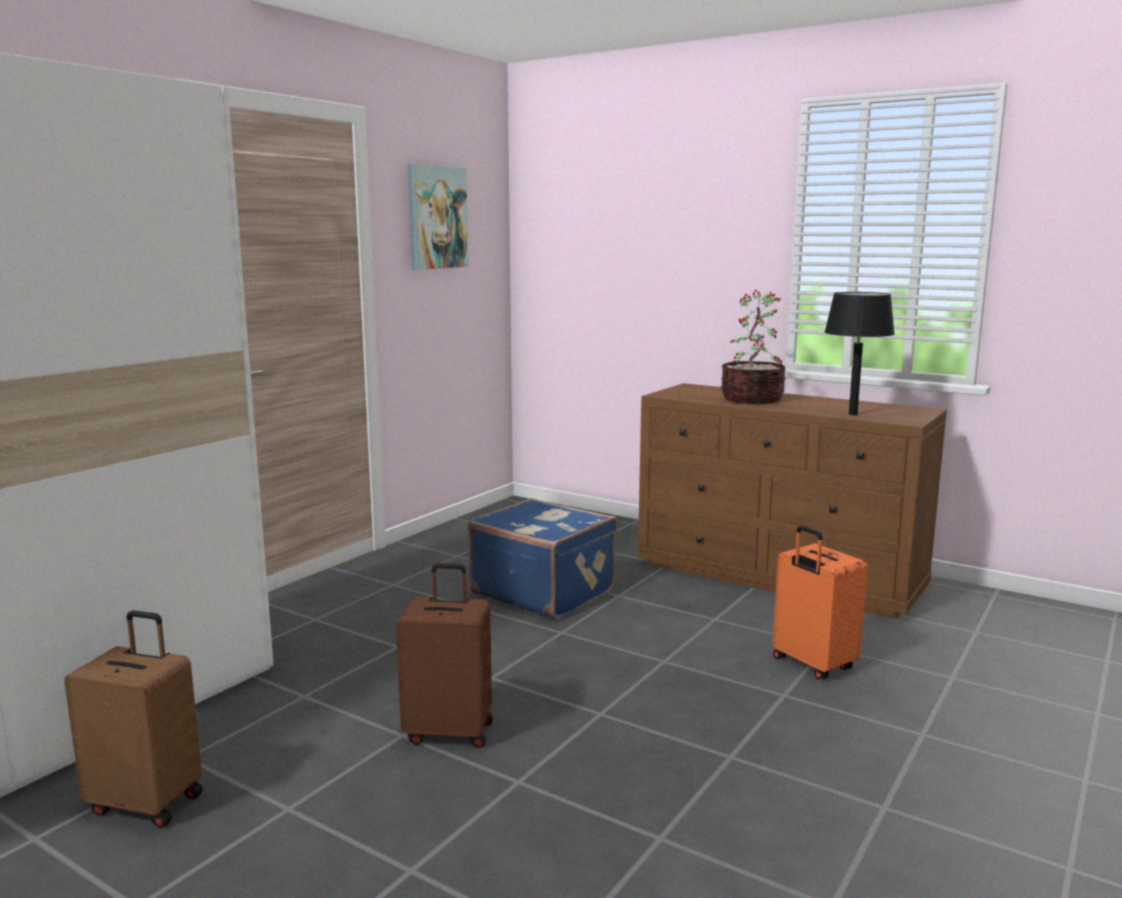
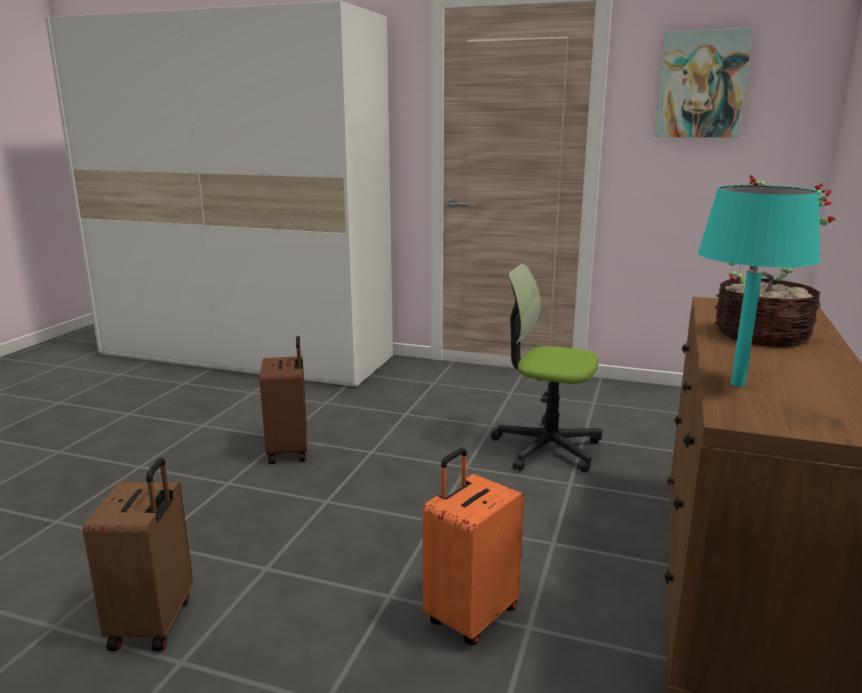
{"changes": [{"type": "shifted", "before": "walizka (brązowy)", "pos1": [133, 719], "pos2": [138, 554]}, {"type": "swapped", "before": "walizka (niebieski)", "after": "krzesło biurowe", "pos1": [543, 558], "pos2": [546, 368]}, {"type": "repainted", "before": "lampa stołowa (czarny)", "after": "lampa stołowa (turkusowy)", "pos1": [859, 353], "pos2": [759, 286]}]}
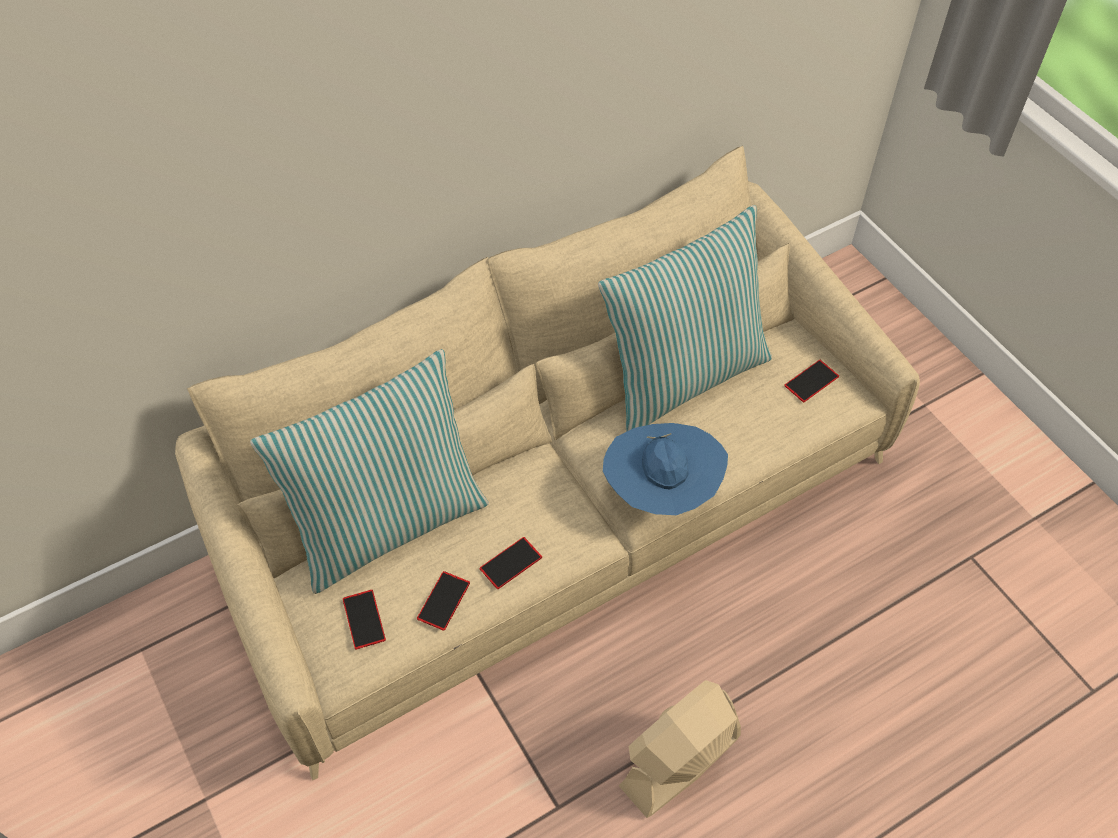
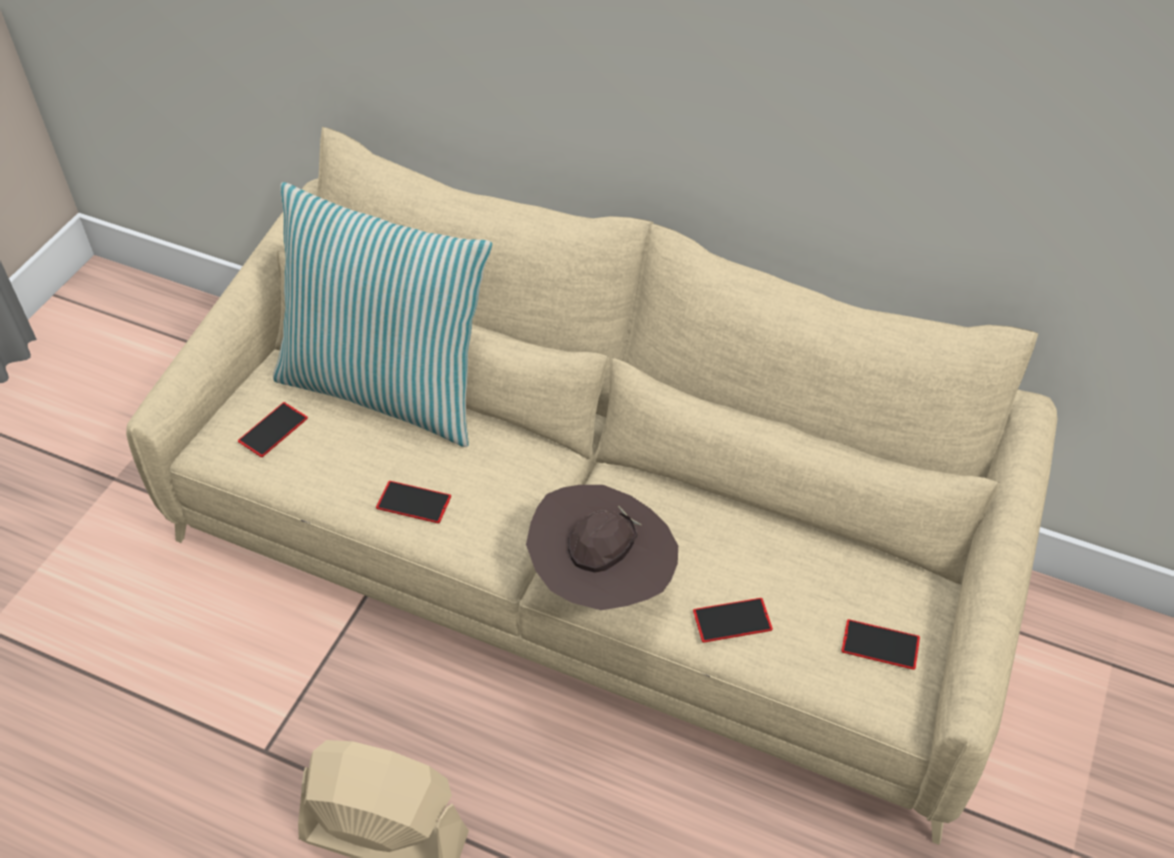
{"changes": [{"type": "gone", "before": "poduszka", "pos1": [685, 318]}, {"type": "shifted", "before": "telefon", "pos1": [443, 601], "pos2": [733, 620]}, {"type": "repainted", "before": "kapelusz (niebieski)", "after": "kapelusz (brązowy)", "pos1": [665, 469], "pos2": [602, 547]}]}
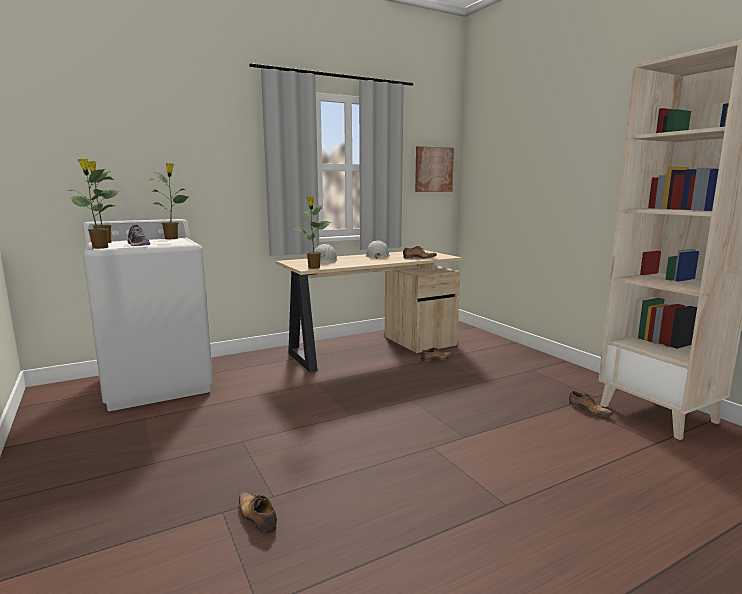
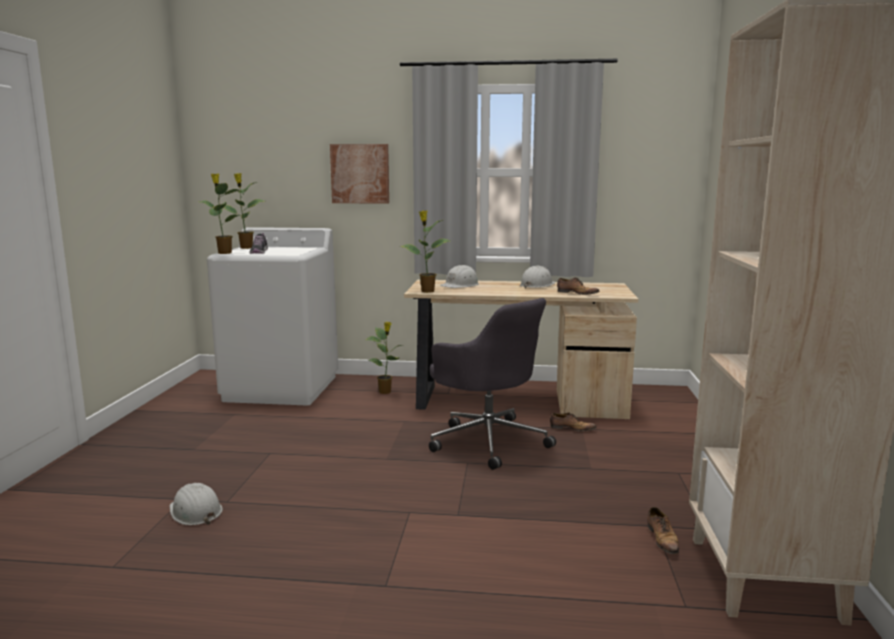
{"changes": [{"type": "new", "after": "krzesło biurowe (szary)", "pos2": [492, 384]}, {"type": "shifted", "before": "roślina doniczkowa", "pos1": [168, 201], "pos2": [384, 358]}, {"type": "shifted", "before": "obraz", "pos1": [434, 169], "pos2": [359, 174]}, {"type": "swapped", "before": "but", "after": "kask (biały)", "pos1": [258, 513], "pos2": [196, 504]}]}
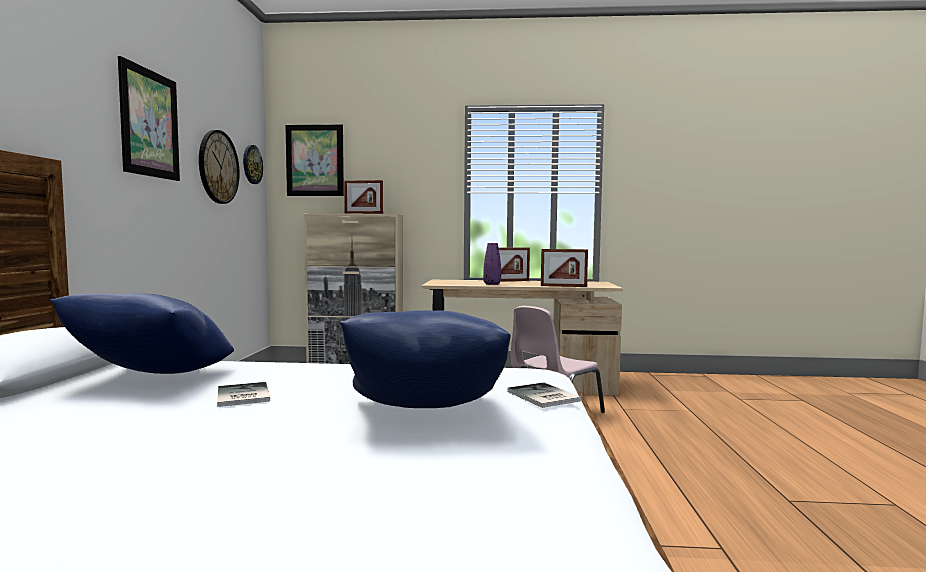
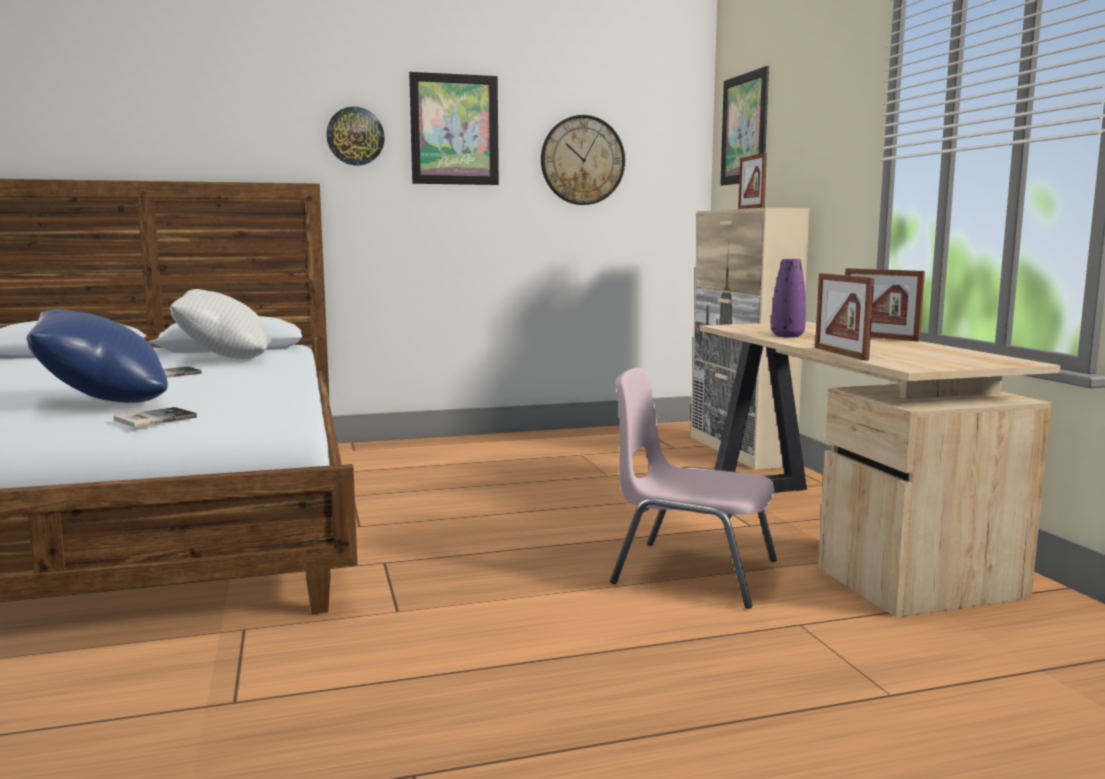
{"changes": [{"type": "shifted", "before": "zegar ścienny", "pos1": [253, 164], "pos2": [355, 136]}, {"type": "repainted", "before": "poduszka (niebieski)", "after": "poduszka (biały)", "pos1": [142, 333], "pos2": [221, 324]}]}
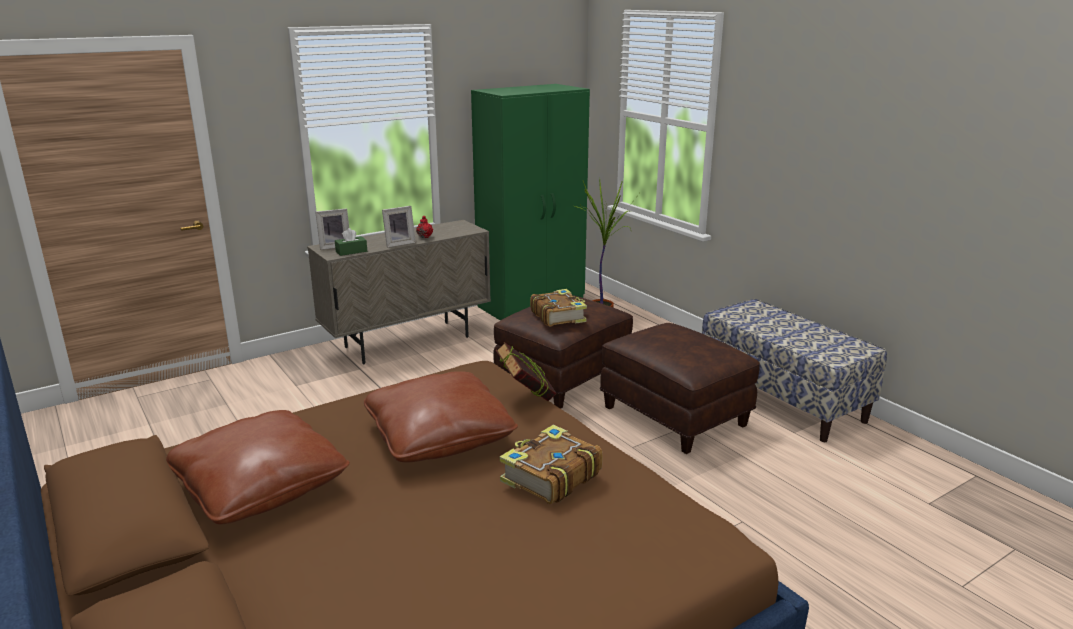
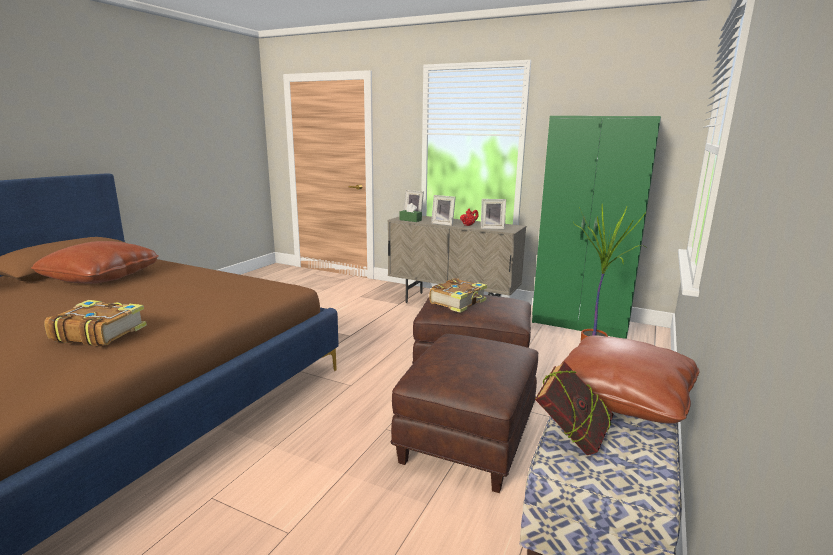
{"changes": [{"type": "new", "after": "ramka na zdjęcie", "pos2": [493, 214]}, {"type": "shifted", "before": "poduszka (brązowy)", "pos1": [441, 416], "pos2": [629, 379]}, {"type": "shifted", "before": "książka", "pos1": [526, 371], "pos2": [574, 408]}]}
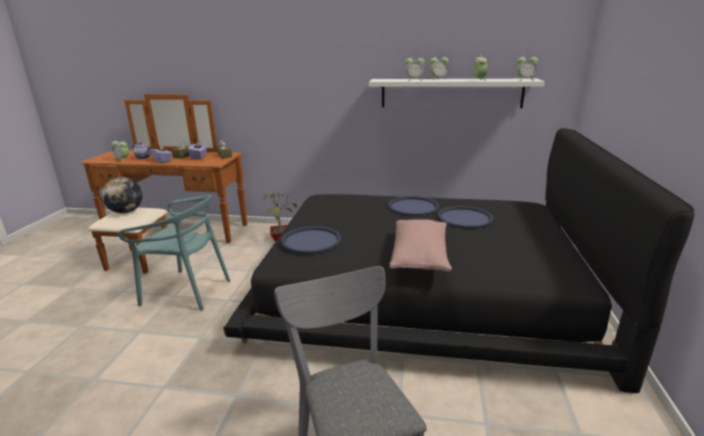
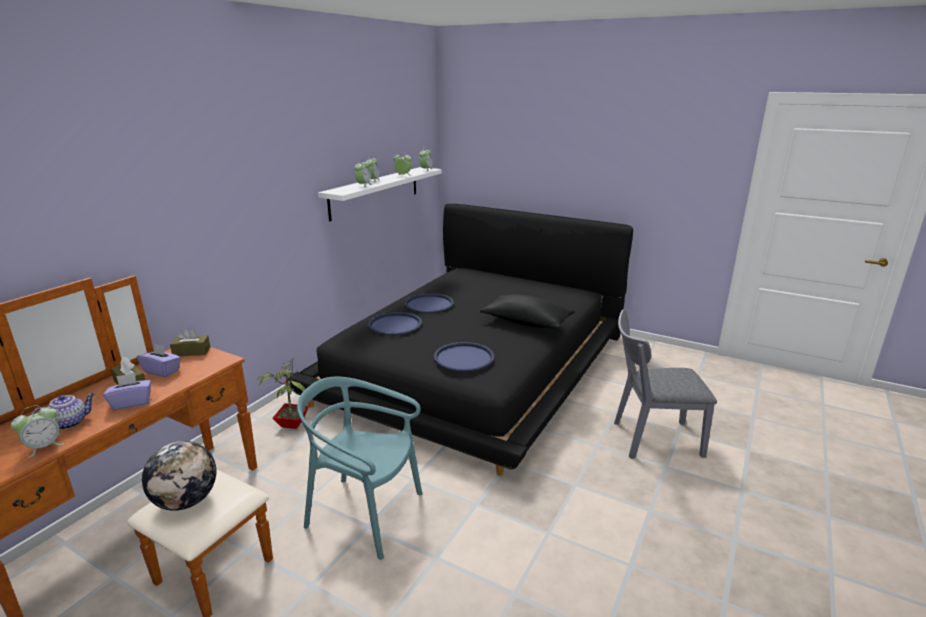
{"changes": [{"type": "shifted", "before": "taca (niebieski)", "pos1": [465, 217], "pos2": [395, 324]}, {"type": "repainted", "before": "poduszka (różowy)", "after": "poduszka (czarny)", "pos1": [421, 245], "pos2": [527, 311]}, {"type": "rotated", "before": "krzesło (turkusowy)", "pos1": [174, 252], "pos2": [360, 468], "turn": -105}]}
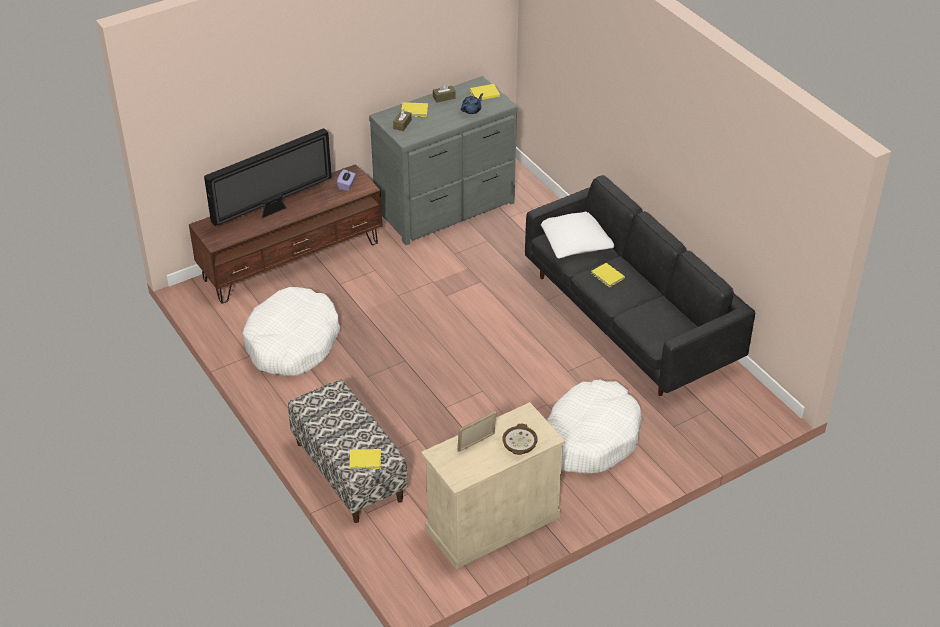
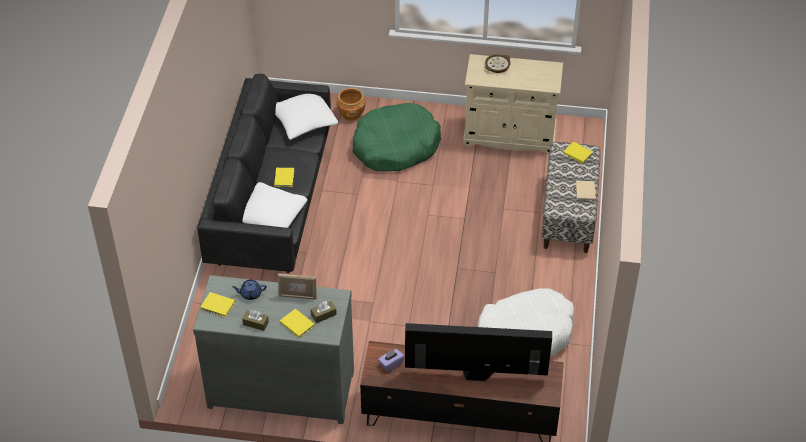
{"changes": [{"type": "new", "after": "poduszka (biały)", "pos2": [306, 117]}, {"type": "new", "after": "donica (brązowy)", "pos2": [351, 104]}, {"type": "new", "after": "książka (beżowy)", "pos2": [586, 191]}, {"type": "shifted", "before": "ramka na zdjęcie", "pos1": [476, 431], "pos2": [297, 286]}, {"type": "repainted", "before": "legowisko (biały)", "after": "legowisko (zielony)", "pos1": [594, 427], "pos2": [397, 137]}]}
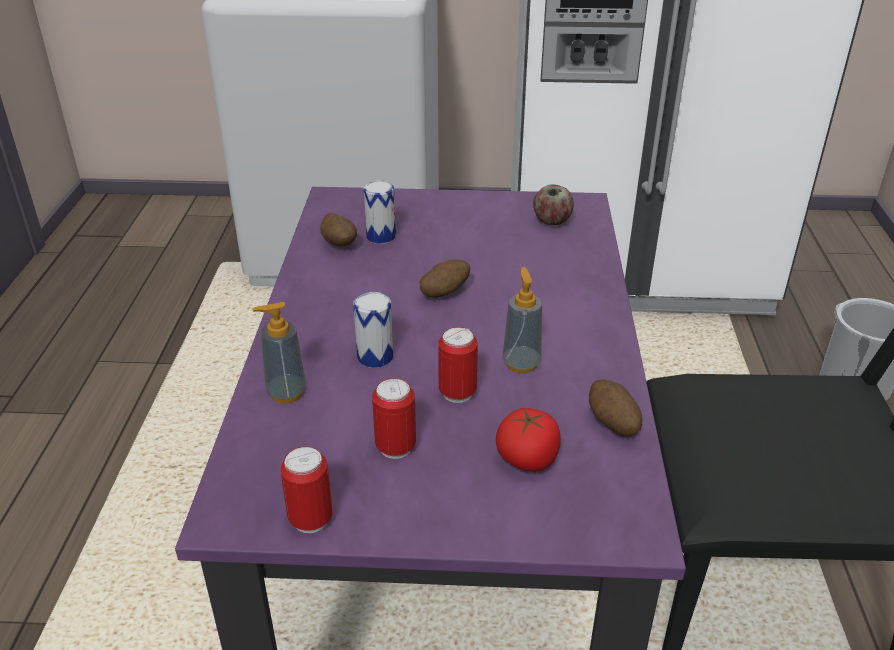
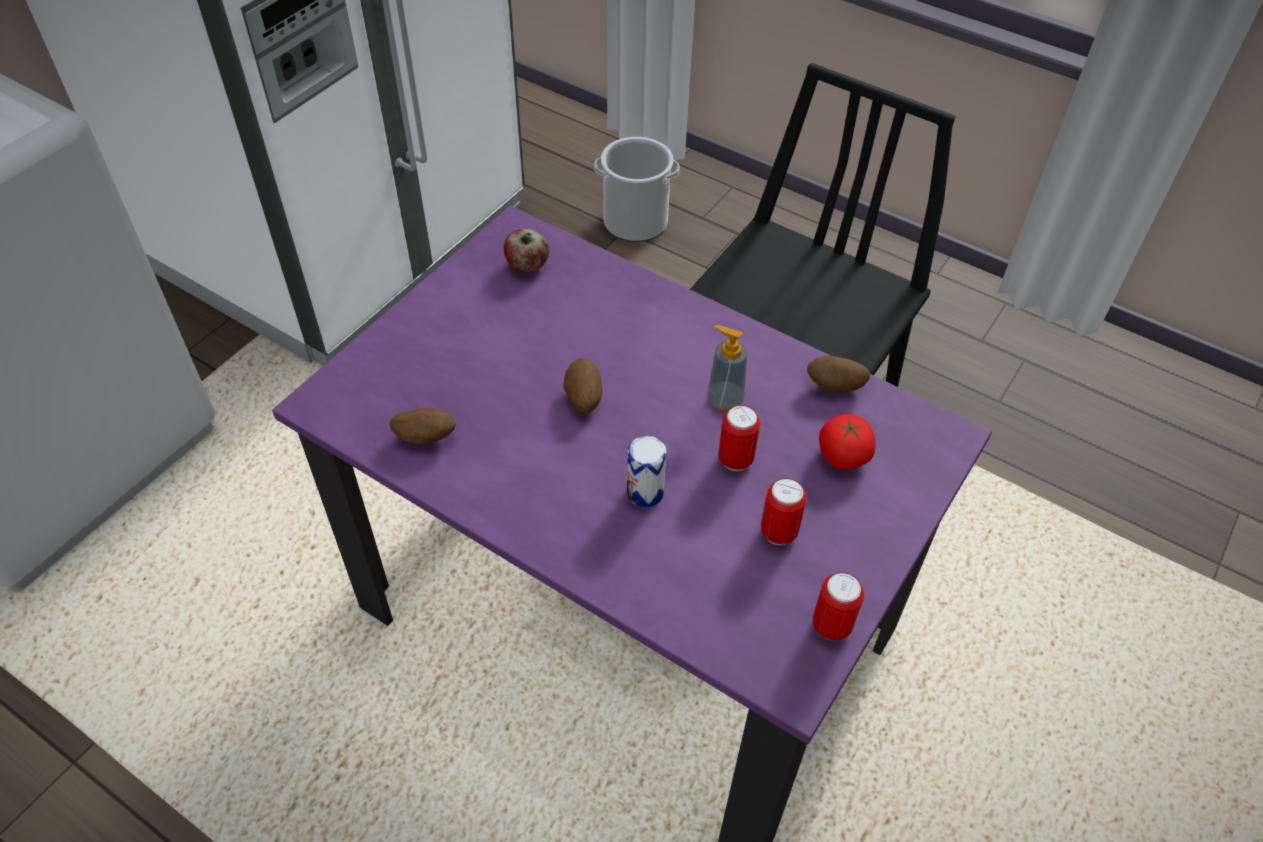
{"changes": [{"type": "gone", "before": "dozownik mydła", "pos1": [279, 352]}, {"type": "gone", "before": "puszka", "pos1": [380, 212]}]}
